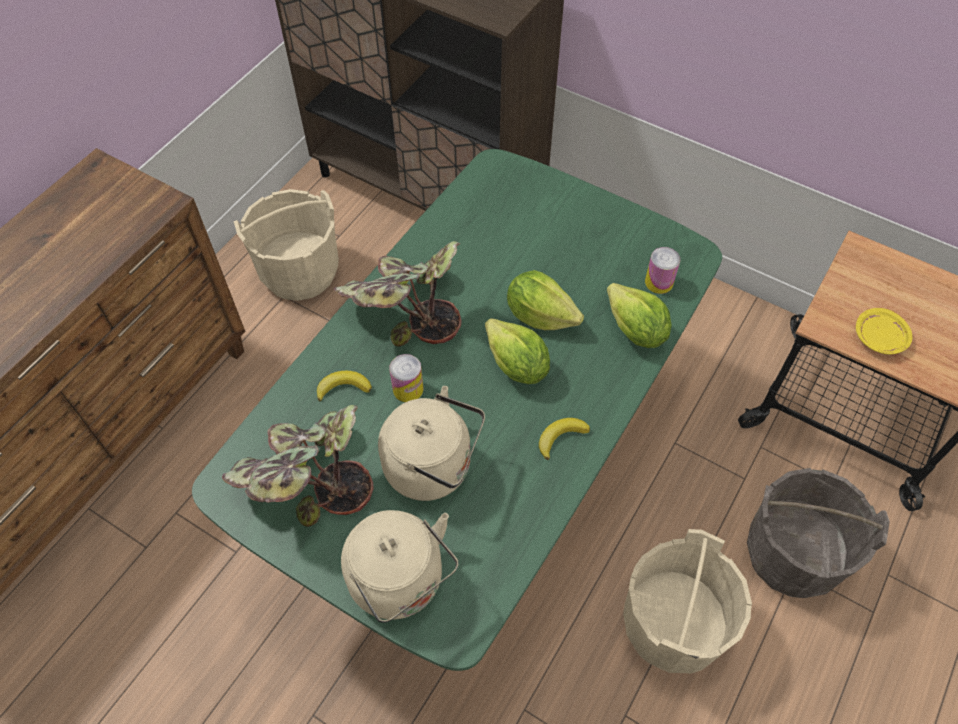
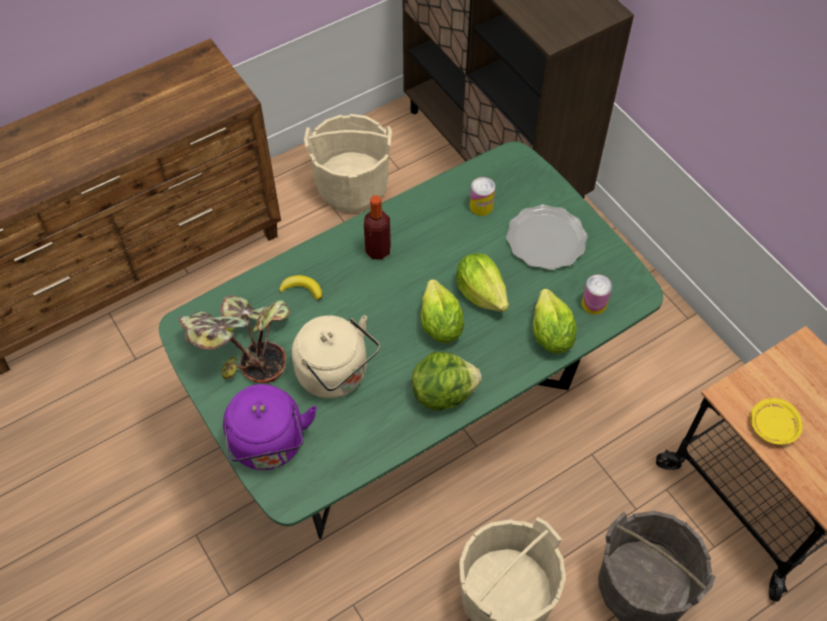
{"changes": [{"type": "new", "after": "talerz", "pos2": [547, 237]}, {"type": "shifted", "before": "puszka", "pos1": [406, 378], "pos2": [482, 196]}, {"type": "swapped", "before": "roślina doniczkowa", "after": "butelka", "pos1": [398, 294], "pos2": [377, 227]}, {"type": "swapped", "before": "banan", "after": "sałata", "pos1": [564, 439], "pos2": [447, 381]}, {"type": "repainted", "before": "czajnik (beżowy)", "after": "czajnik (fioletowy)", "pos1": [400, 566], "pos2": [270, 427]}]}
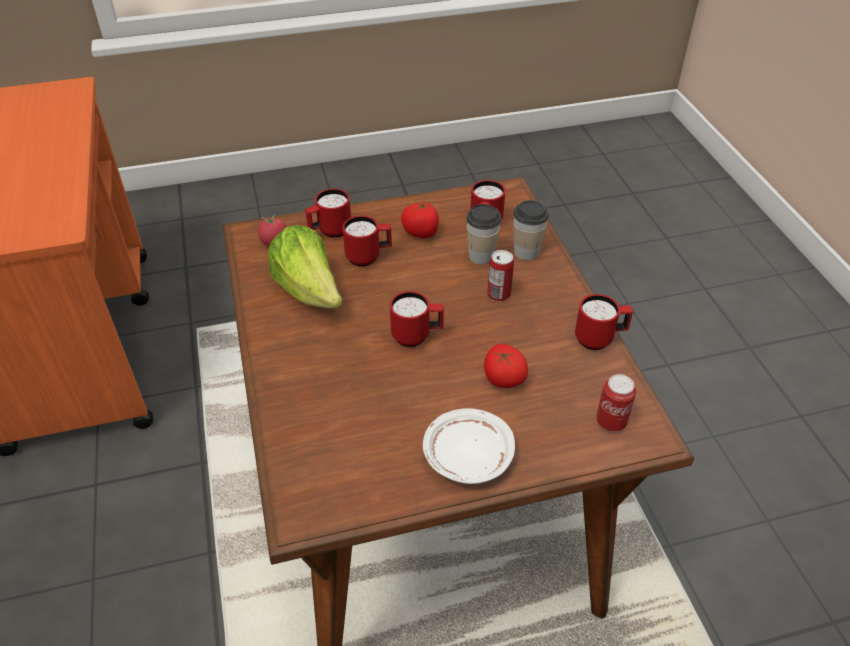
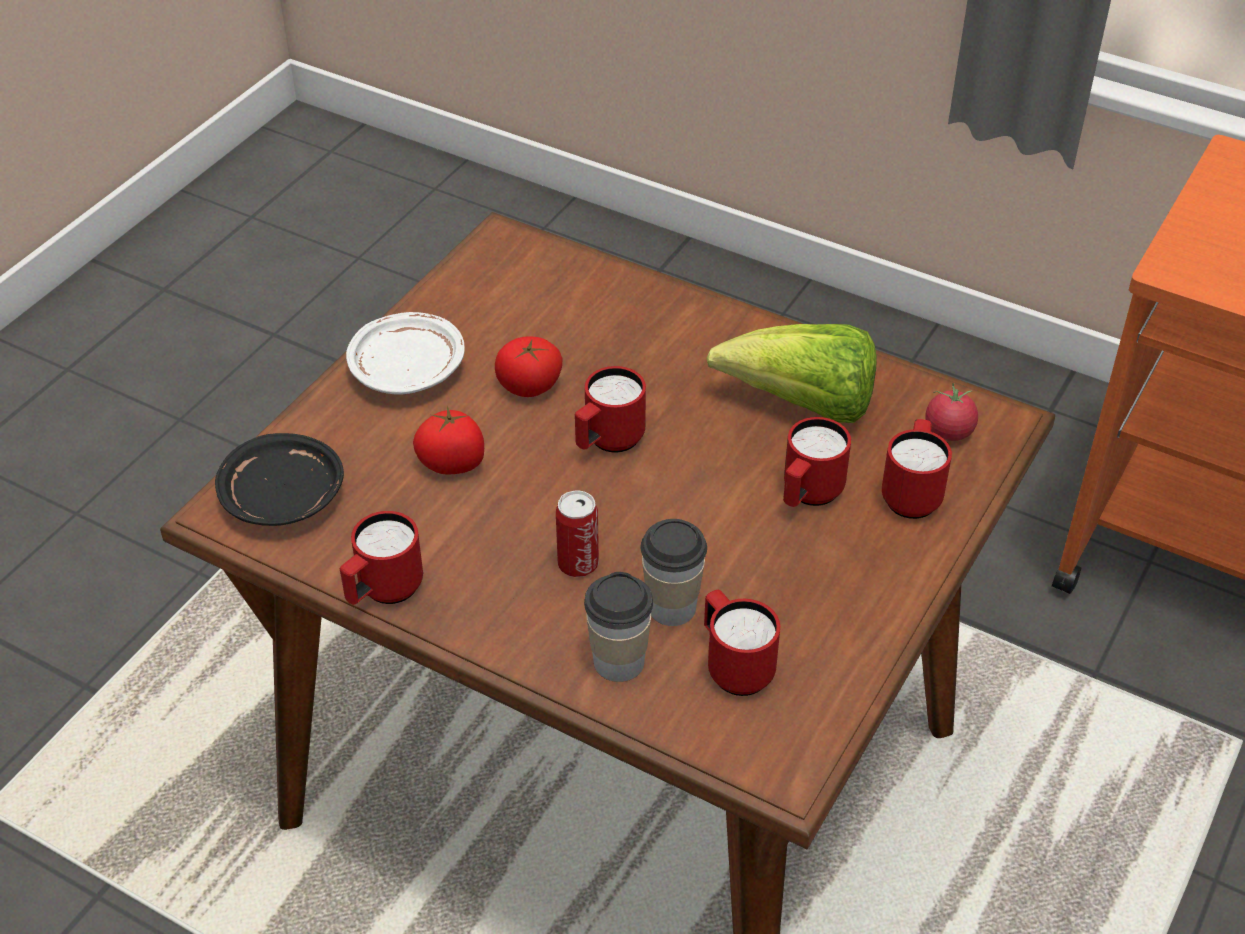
{"changes": [{"type": "shifted", "before": "pomidor", "pos1": [420, 219], "pos2": [528, 366]}, {"type": "swapped", "before": "puszka", "after": "talerz (czarny)", "pos1": [616, 403], "pos2": [279, 479]}]}
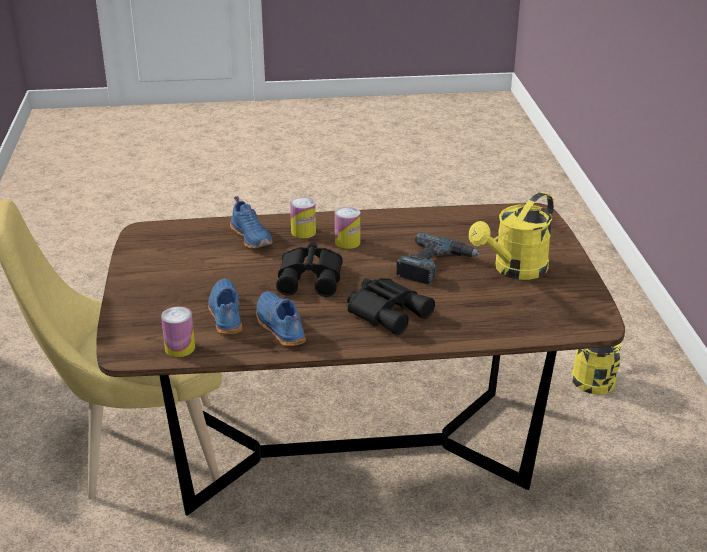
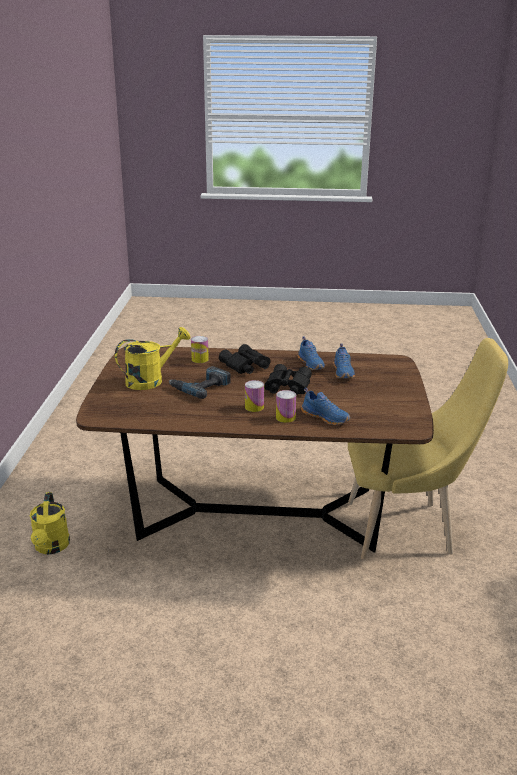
{"changes": [{"type": "shifted", "before": "puszka", "pos1": [178, 332], "pos2": [200, 349]}, {"type": "rotated", "before": "but (niebieski)", "pos1": [251, 222], "pos2": [325, 406], "turn": 150}]}
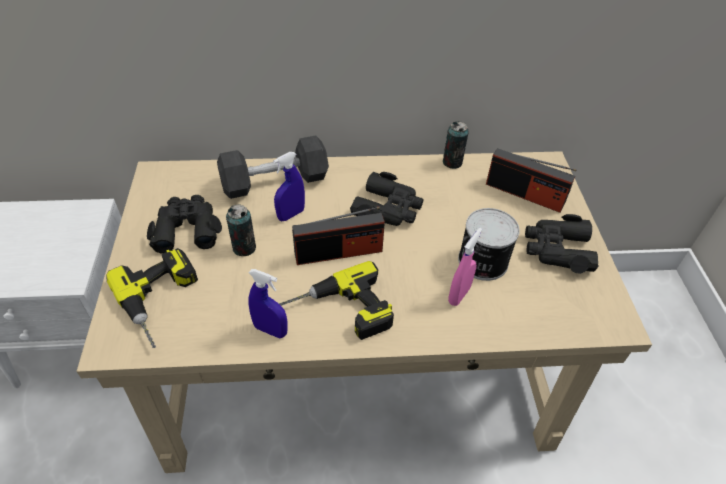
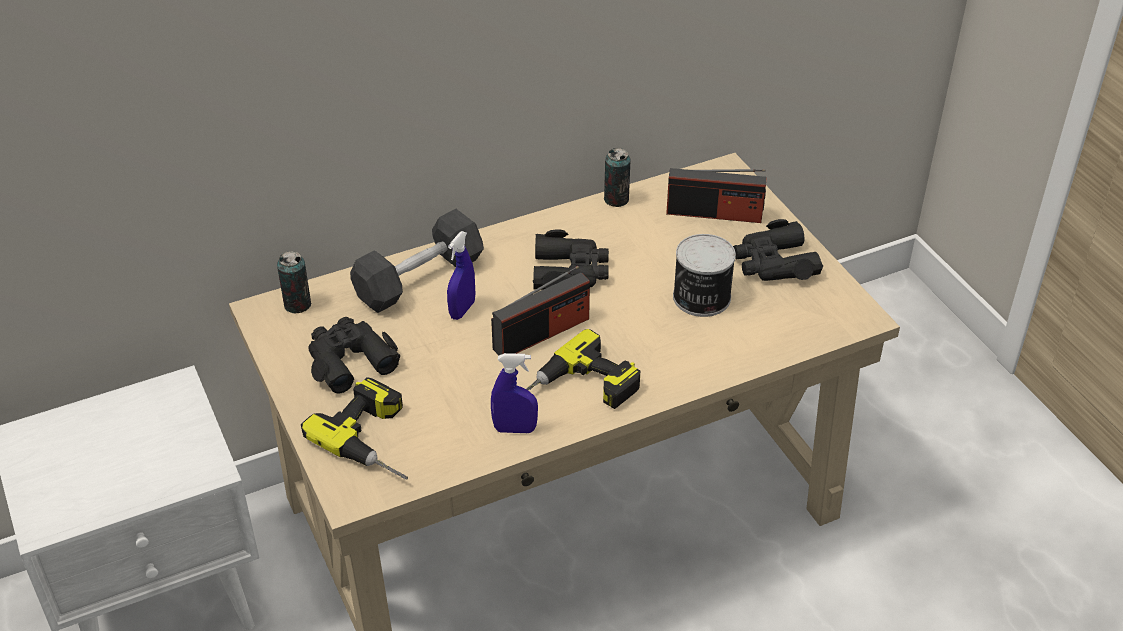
{"changes": [{"type": "gone", "before": "spryskiwacz (różowy)", "pos1": [465, 267]}, {"type": "shifted", "before": "puszka", "pos1": [241, 230], "pos2": [294, 282]}]}
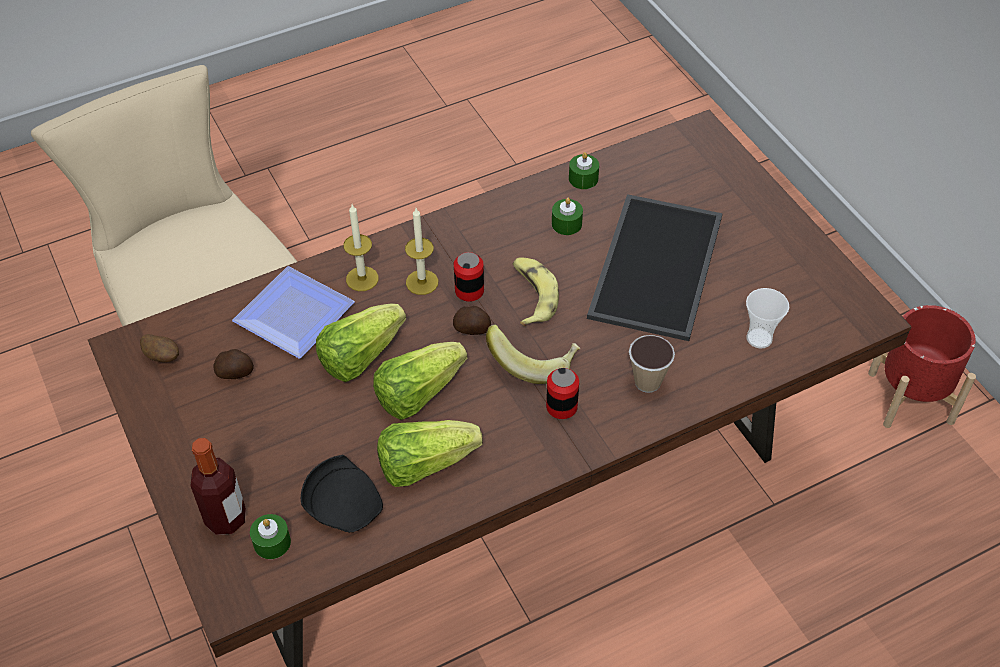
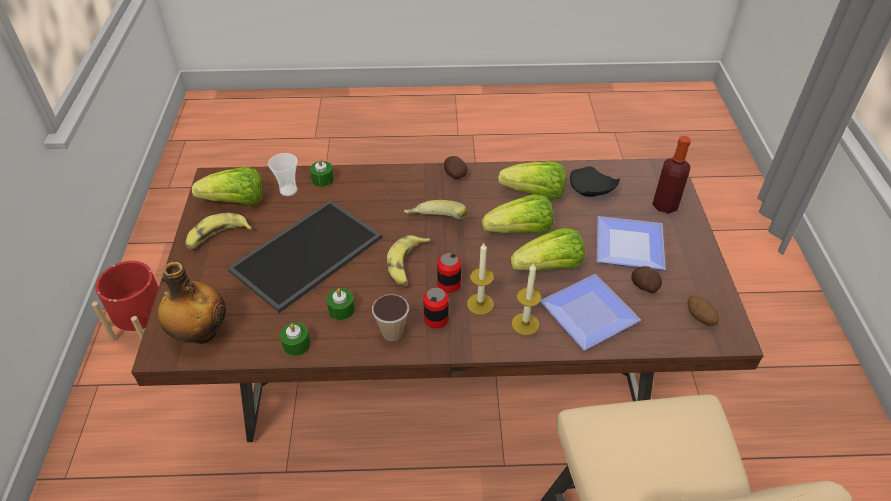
{"changes": [{"type": "new", "after": "butelka", "pos2": [192, 303]}, {"type": "new", "after": "banan", "pos2": [219, 231]}, {"type": "new", "after": "sałata", "pos2": [227, 186]}, {"type": "new", "after": "talerz", "pos2": [631, 243]}, {"type": "shifted", "before": "świeca (zielony)", "pos1": [270, 536], "pos2": [322, 172]}, {"type": "shifted", "before": "ziemniak", "pos1": [472, 320], "pos2": [456, 167]}, {"type": "shifted", "before": "puszka", "pos1": [562, 393], "pos2": [436, 308]}, {"type": "shifted", "before": "filiżanka", "pos1": [652, 364], "pos2": [390, 317]}]}
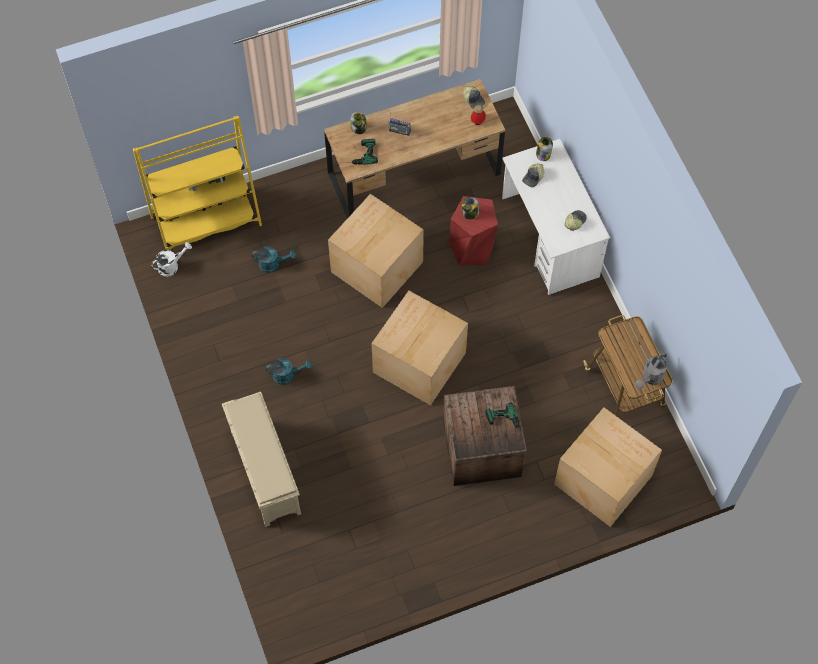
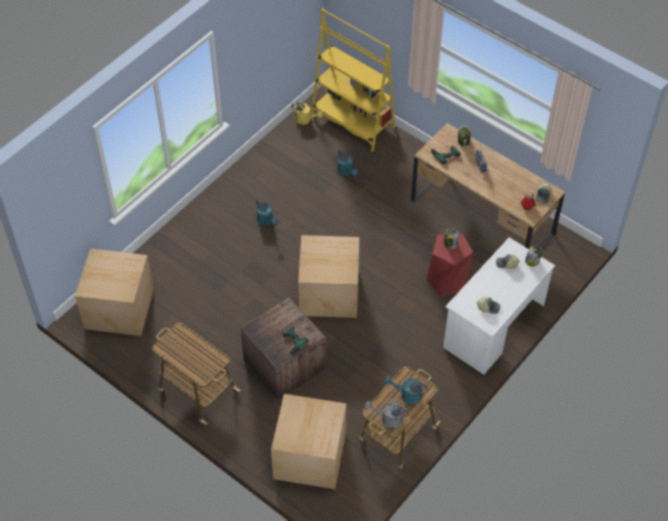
{"changes": [{"type": "gone", "before": "regał na buty (beżowy)", "pos1": [261, 459]}, {"type": "new", "after": "wózek", "pos2": [196, 374]}, {"type": "new", "after": "konewka (turkusowy)", "pos2": [406, 390]}, {"type": "shifted", "before": "karton", "pos1": [376, 251], "pos2": [114, 292]}, {"type": "repainted", "before": "konewka (biały)", "after": "konewka (żółty)", "pos1": [171, 259], "pos2": [307, 113]}]}
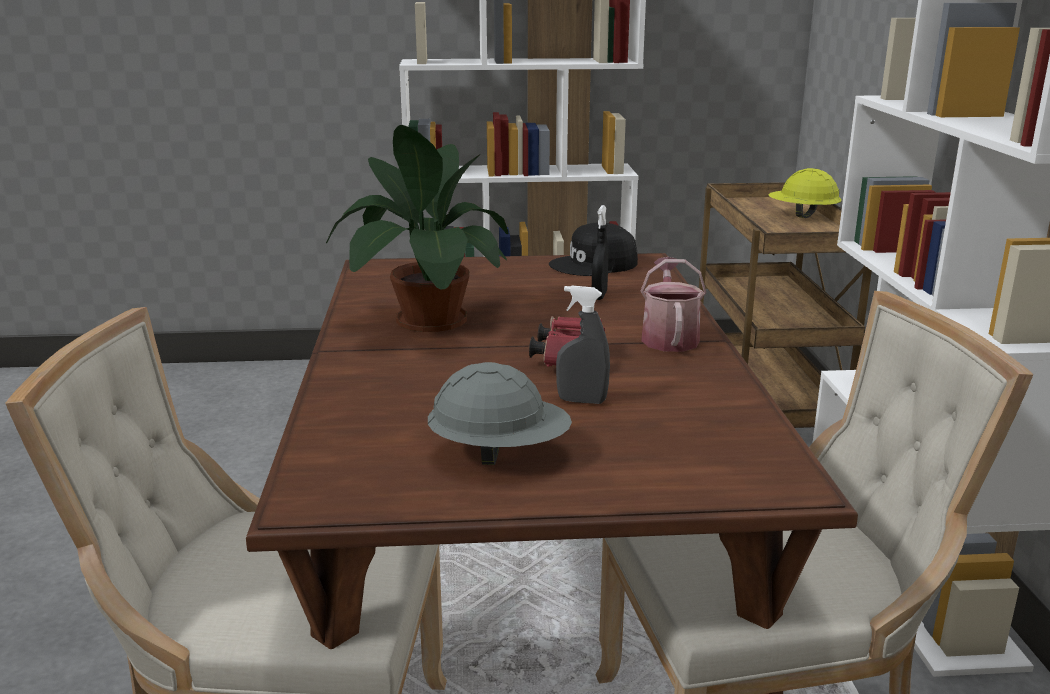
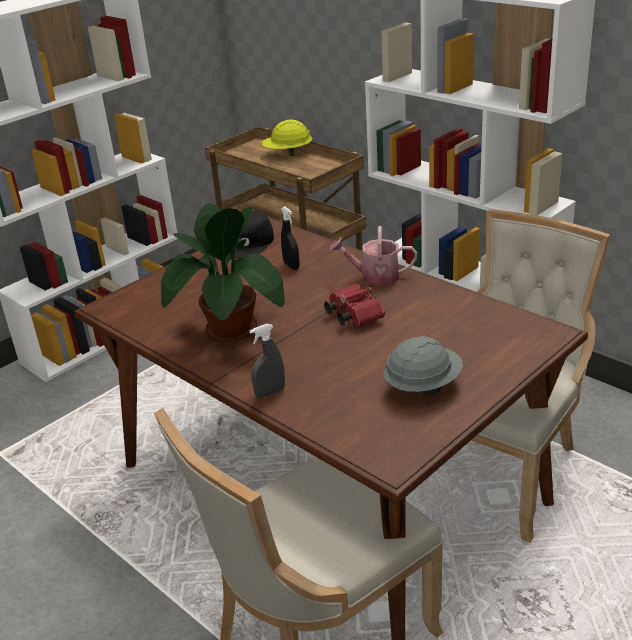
{"changes": [{"type": "shifted", "before": "spryskiwacz (szary)", "pos1": [583, 344], "pos2": [267, 361]}, {"type": "rotated", "before": "konewka", "pos1": [673, 304], "pos2": [373, 256], "turn": -45}]}
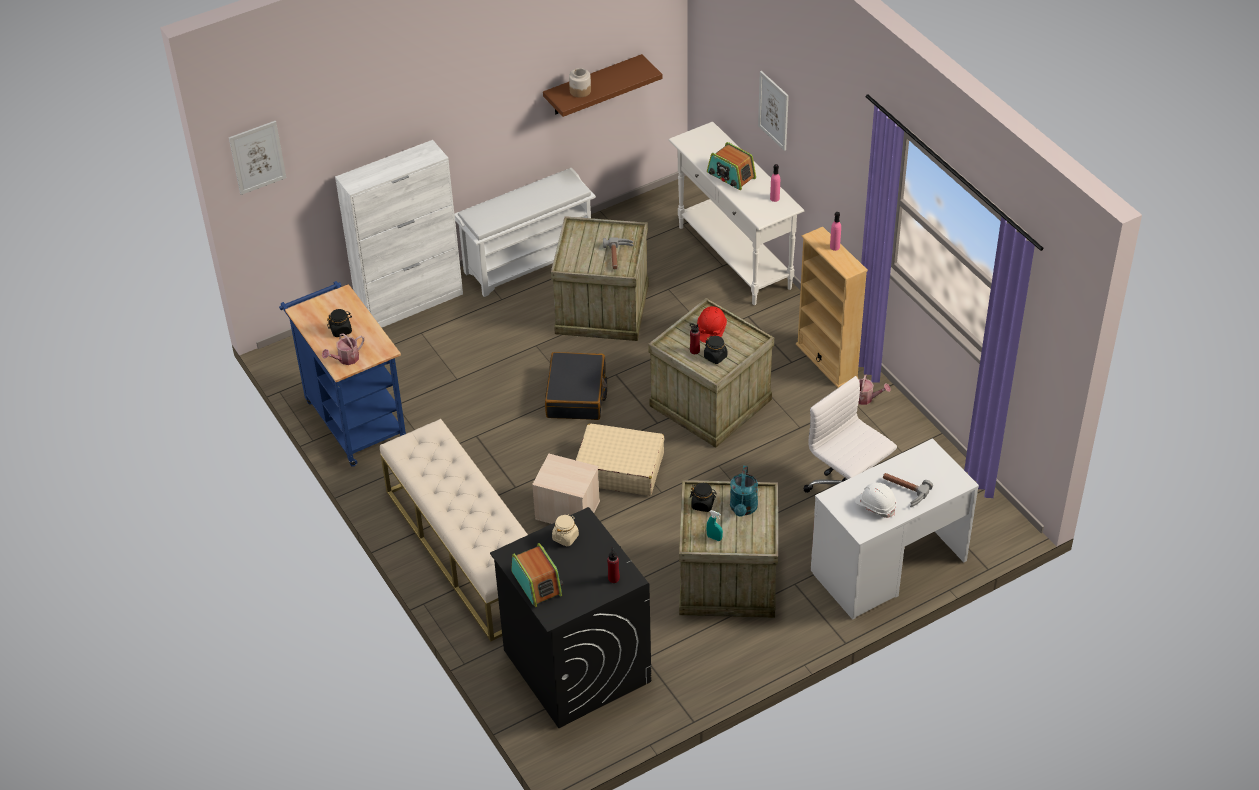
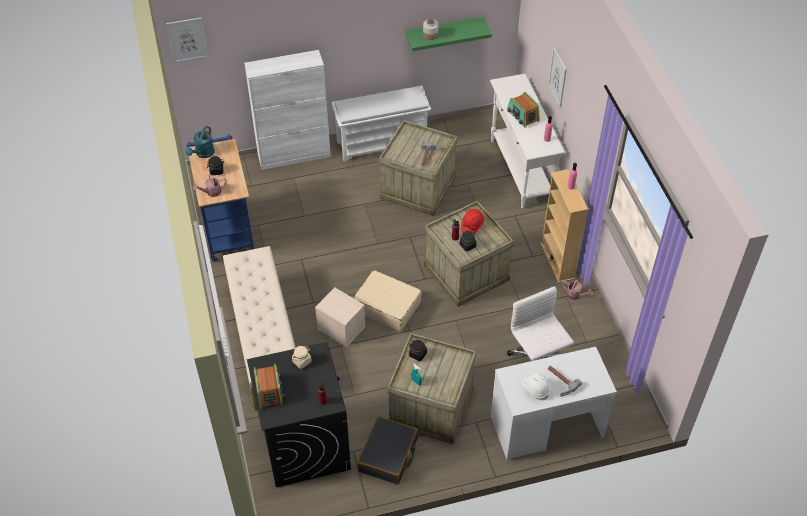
{"changes": [{"type": "shifted", "before": "walizka (czarny)", "pos1": [576, 386], "pos2": [387, 450]}, {"type": "shifted", "before": "konewka (turkusowy)", "pos1": [744, 491], "pos2": [200, 142]}, {"type": "repainted", "before": "półka (brązowy)", "after": "półka (zielony)", "pos1": [602, 85], "pos2": [448, 34]}]}
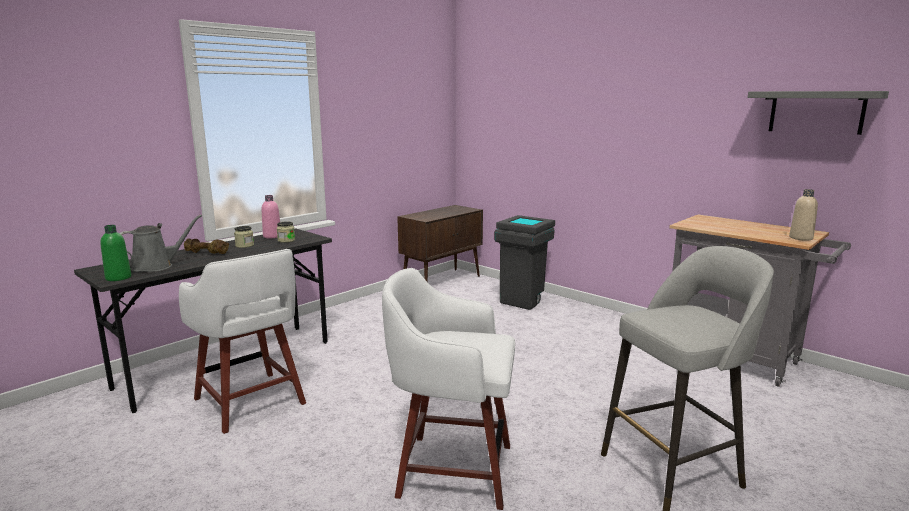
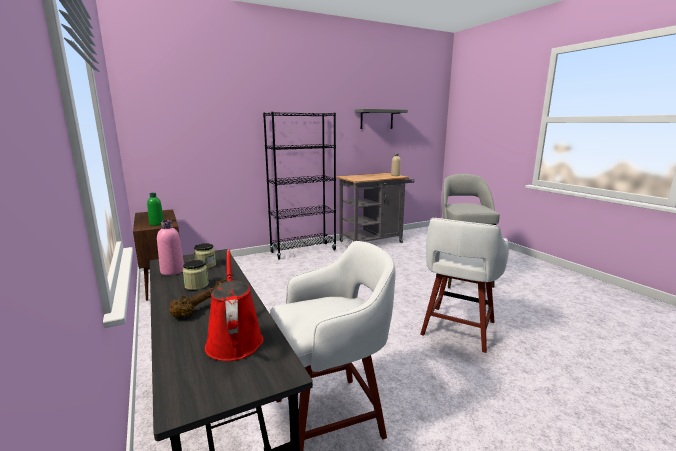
{"changes": [{"type": "gone", "before": "kosz na śmieci (szary)", "pos1": [524, 262]}, {"type": "new", "after": "regał (czarny)", "pos2": [300, 186]}, {"type": "shifted", "before": "butelka (zielony)", "pos1": [115, 253], "pos2": [155, 209]}, {"type": "repainted", "before": "konewka (szary)", "after": "konewka (czerwony)", "pos1": [160, 243], "pos2": [234, 305]}]}
